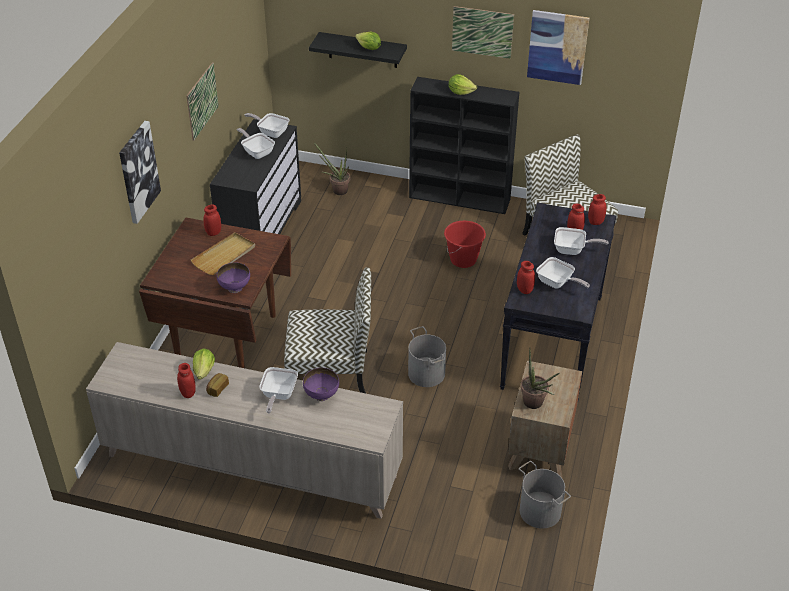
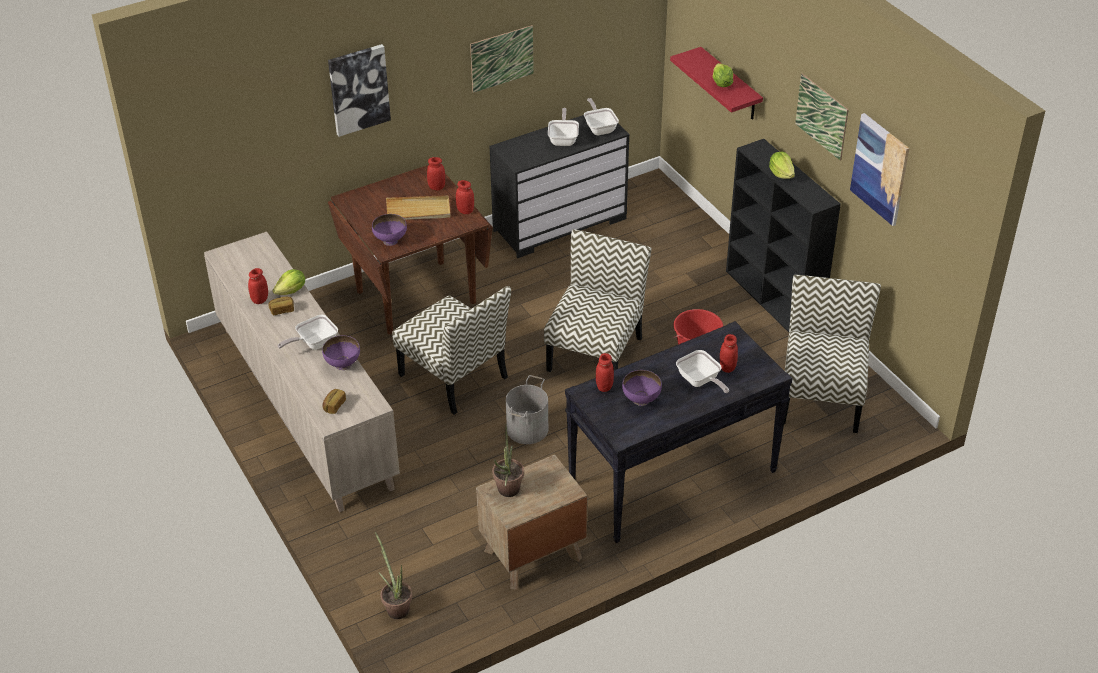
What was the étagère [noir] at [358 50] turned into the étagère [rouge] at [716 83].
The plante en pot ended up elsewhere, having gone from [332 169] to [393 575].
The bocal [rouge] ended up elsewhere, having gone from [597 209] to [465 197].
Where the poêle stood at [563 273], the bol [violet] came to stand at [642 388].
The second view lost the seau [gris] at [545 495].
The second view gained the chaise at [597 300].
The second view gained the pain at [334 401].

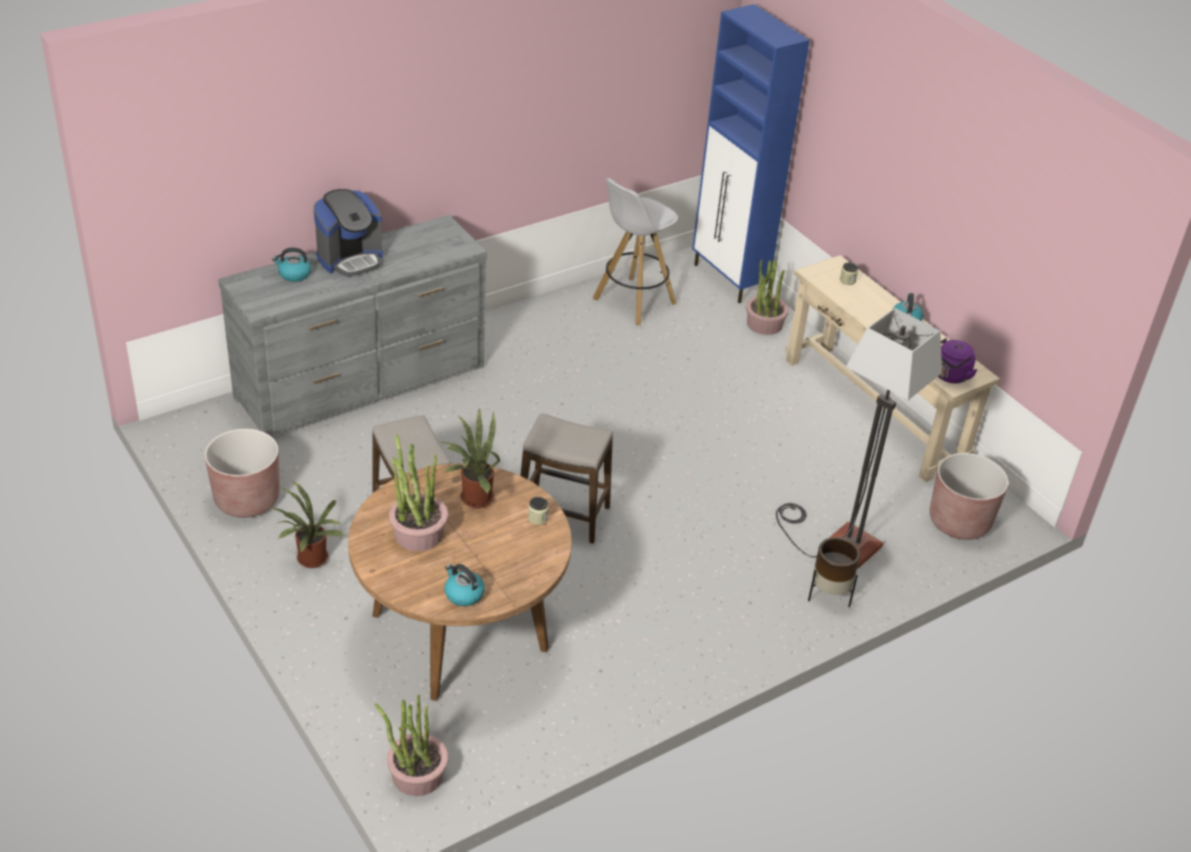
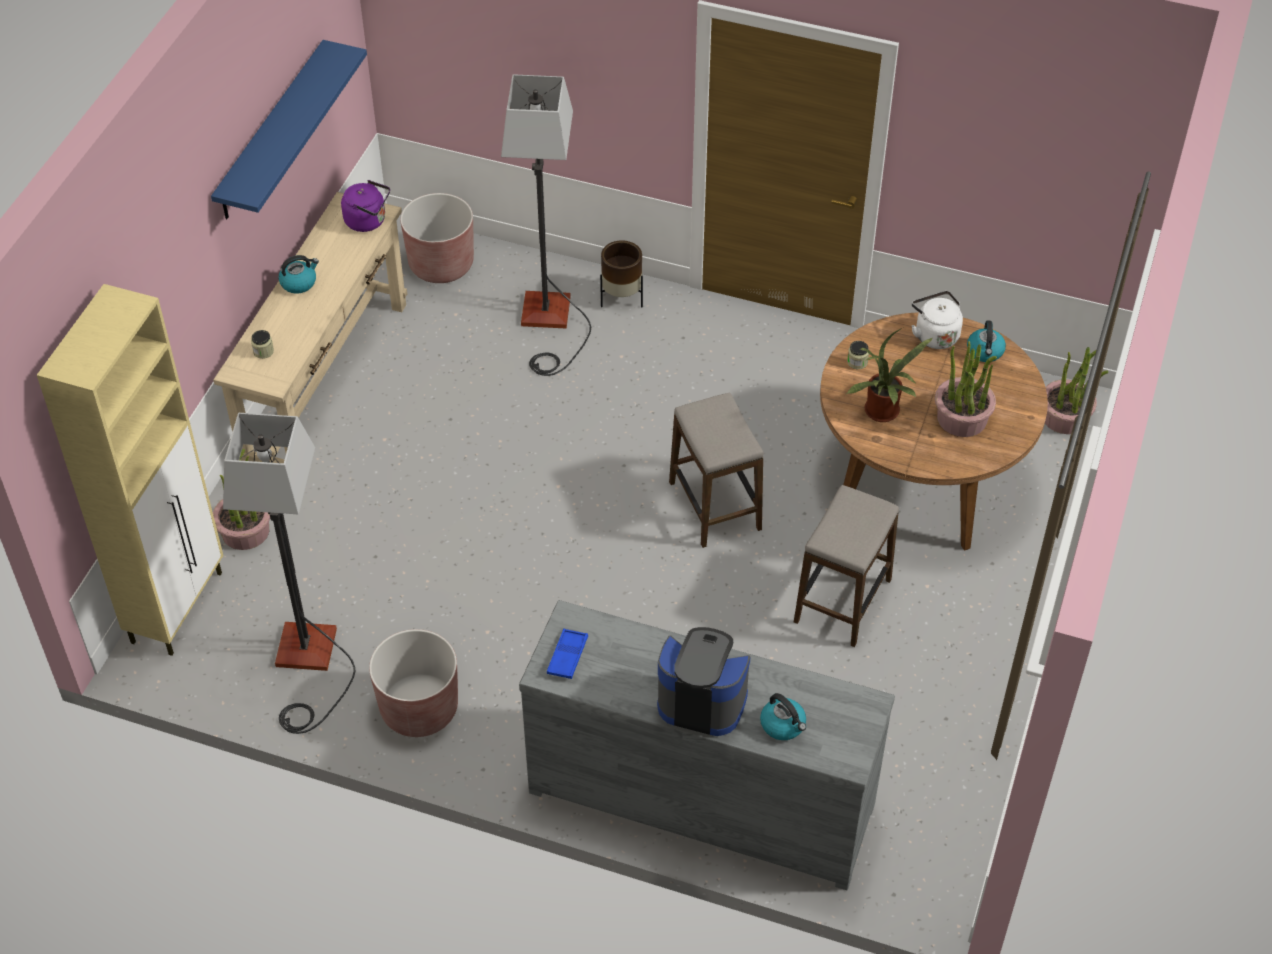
What was the meuble de rangement [bleu] at [751 153] turned into the meuble de rangement [beige] at [130 470].
Where the tabouret [blanc] stood at [635 252], the lampadaire came to stand at [289 573].
The cache-pot [marron] ended up elsewhere, having gone from [242 473] to [413 683].
The second view lost the plante en pot at [306 524].
The second view gained the étagère [bleu] at [289 129].
The second view gained the bouilloire [blanc] at [937 320].
The second view gained the plateau [bleu] at [567 654].

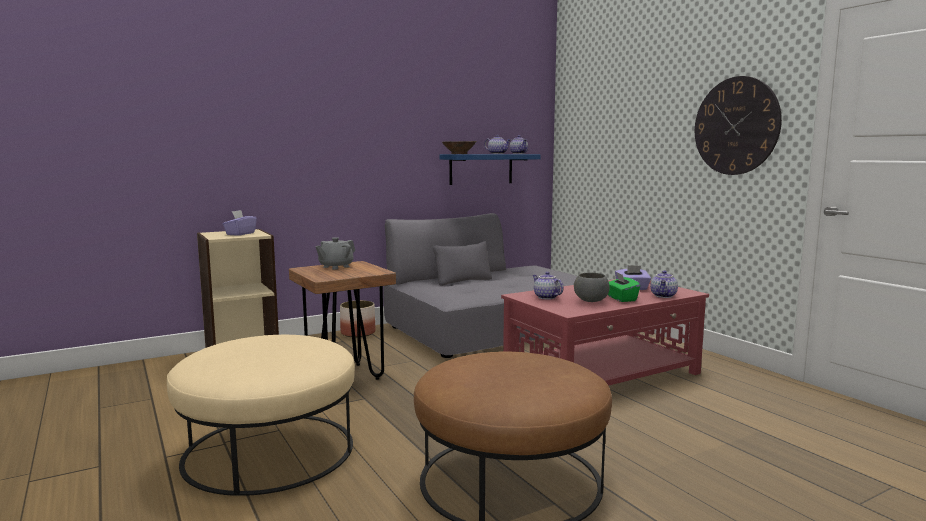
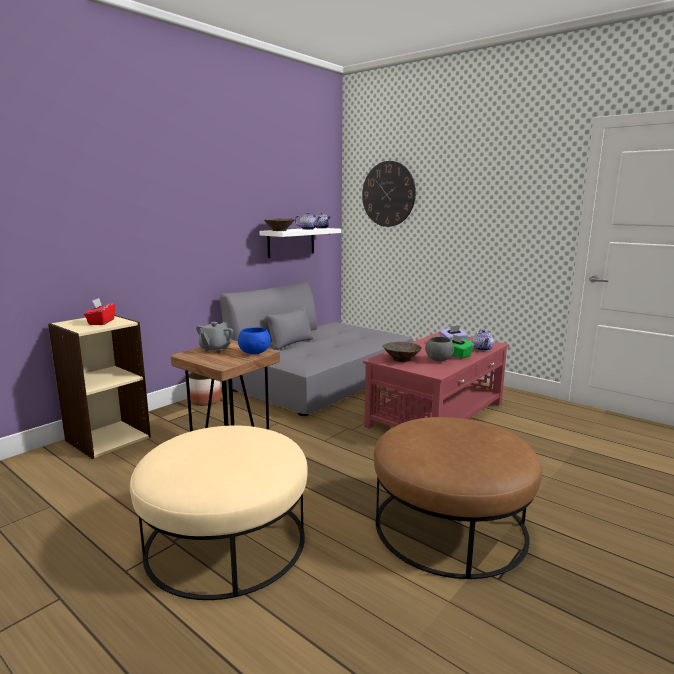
The horloge murale ended up elsewhere, having gone from [738 125] to [389 194].
What was the étagère [bleu] at [490 169] turned into the étagère [blanc] at [300 243].
What was the boîte à mouchoirs [violet] at [240 223] turned into the boîte à mouchoirs [rouge] at [99 311].
Where the théière stood at [548 285], the bol [marron] came to stand at [402 352].
The second view gained the bol [bleu] at [254 340].

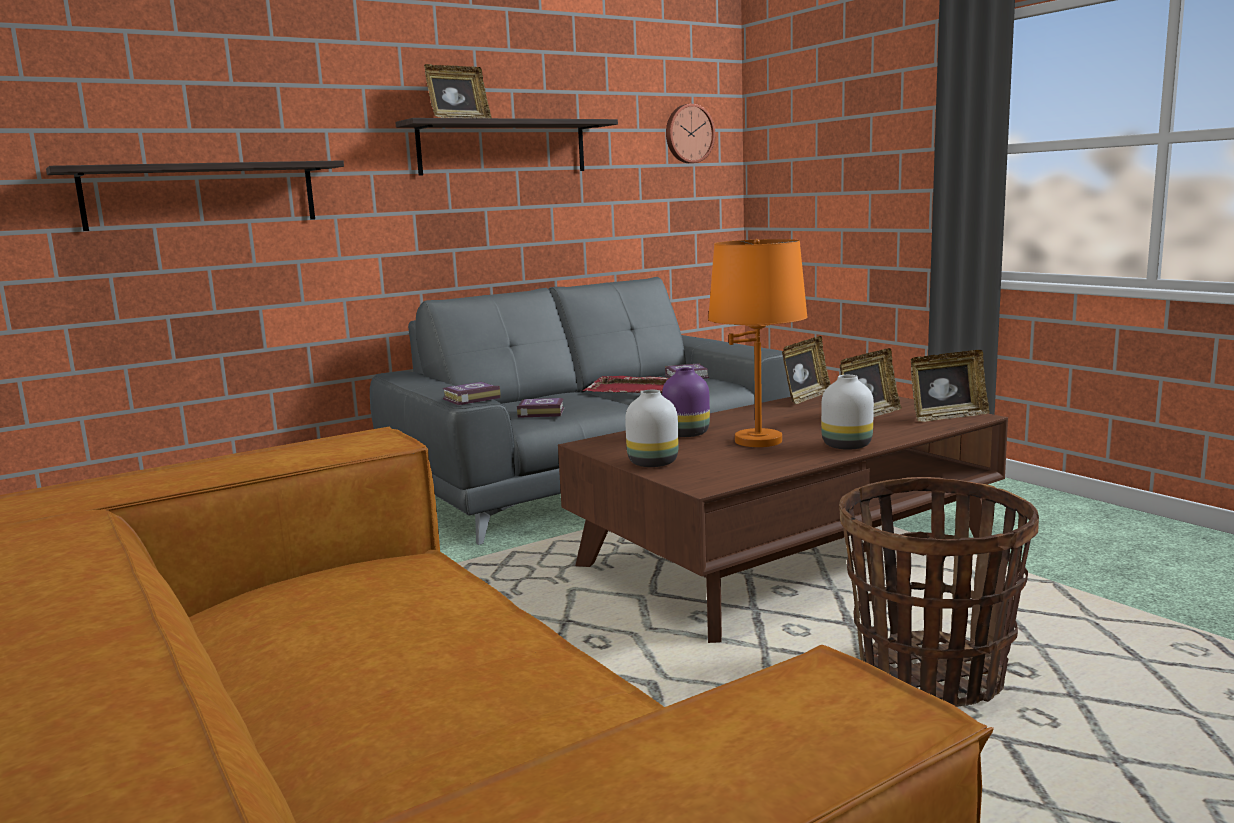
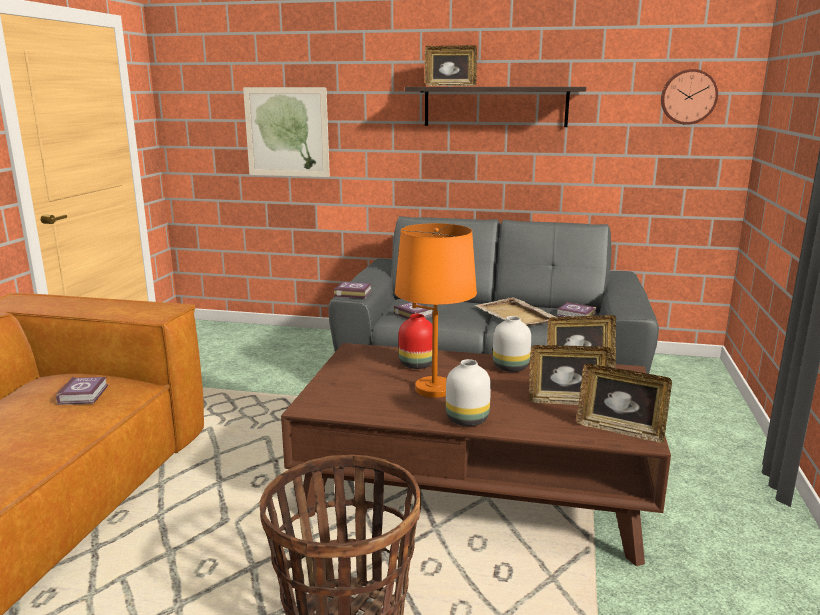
Where the étagère hung at [195 195], the tableau came to hang at [286 132].
What was the vase [violet] at [686 402] turned into the vase [rouge] at [415 341].
What was the plateau [rouge] at [626 384] turned into the plateau [beige] at [515 311].
The vase [blanc] ended up elsewhere, having gone from [651 428] to [512 344].
The second view gained the livre at [82 391].

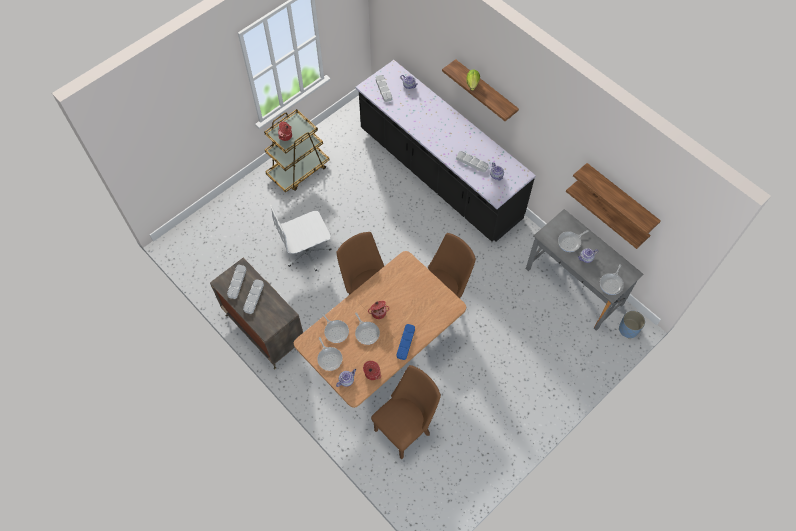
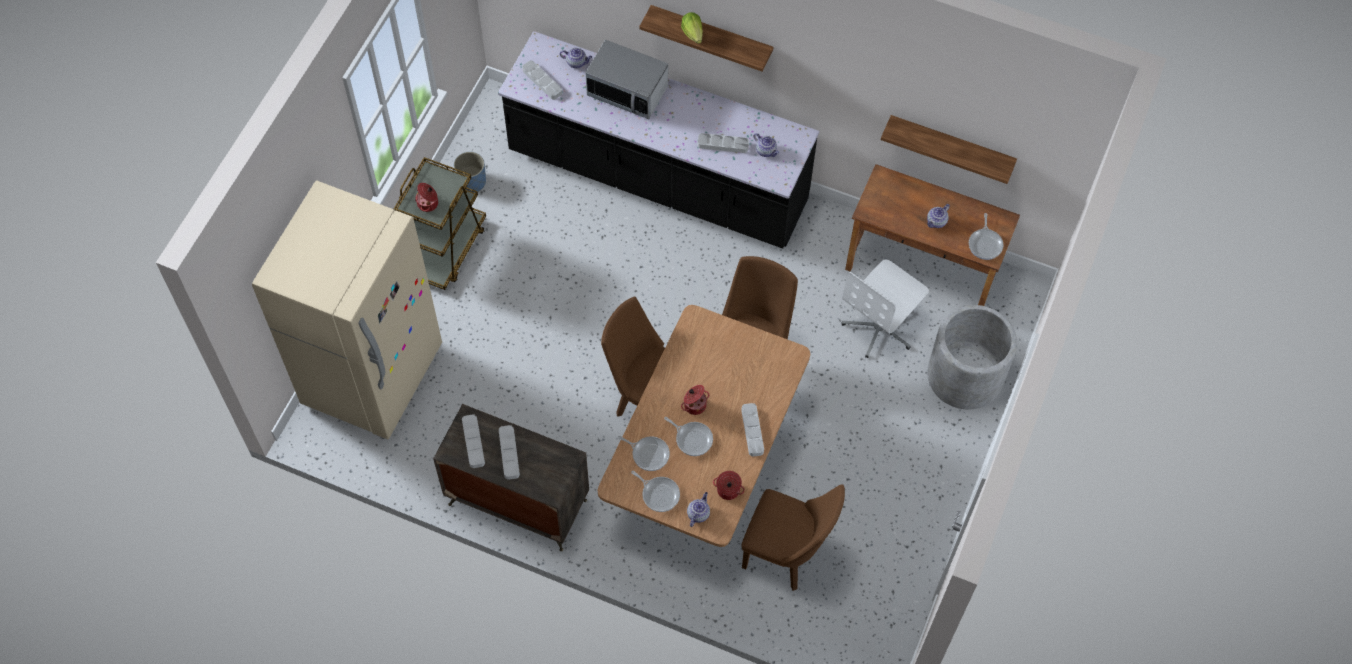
The second view lost the étagère at [617 199].
The chaise de bureau [blanc] ended up elsewhere, having gone from [301 238] to [885 308].
What was the bureau [gris] at [585 270] turned into the bureau [marron] at [932 235].
The second view lost the poêle at [573 241].
The cache-pot [bleu] ended up elsewhere, having gone from [632 325] to [470 172].
What was the plateau [bleu] at [406 342] turned into the plateau [gris] at [752 430].
The chaise [marron] at [406 412] ended up facing another way, 90 degrees clockwise from before.
The second view gained the micro-ondes at [626 79].
The second view gained the réfrigérateur [beige] at [347 309].
The second view gained the cache-pot [gris] at [972 357].

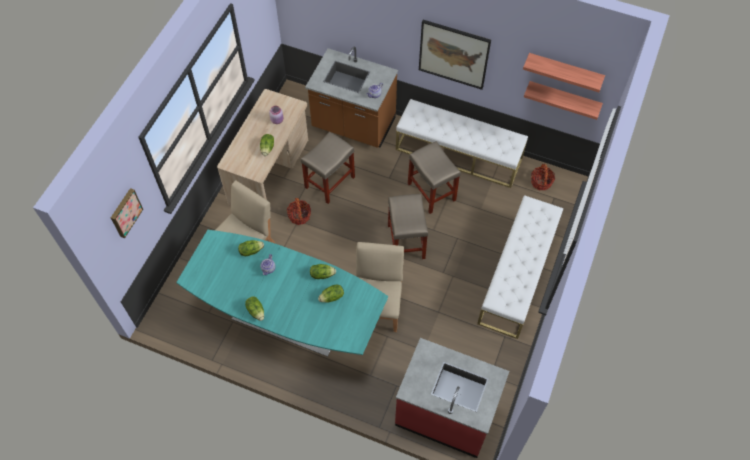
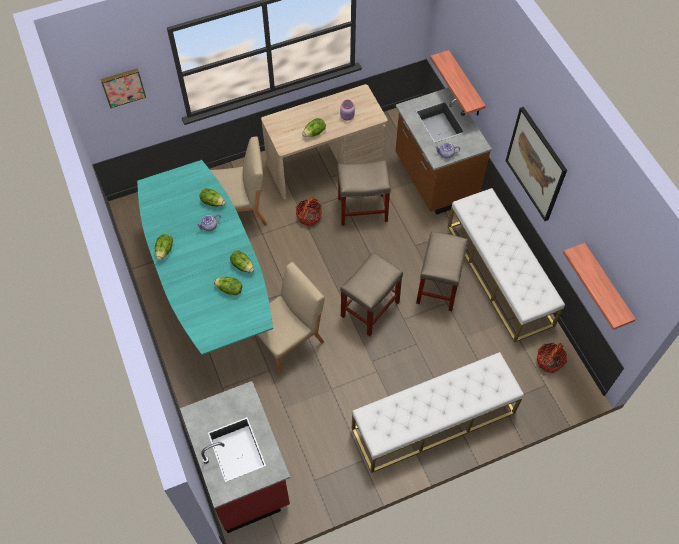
The étagère ended up elsewhere, having gone from [564 72] to [458 83].

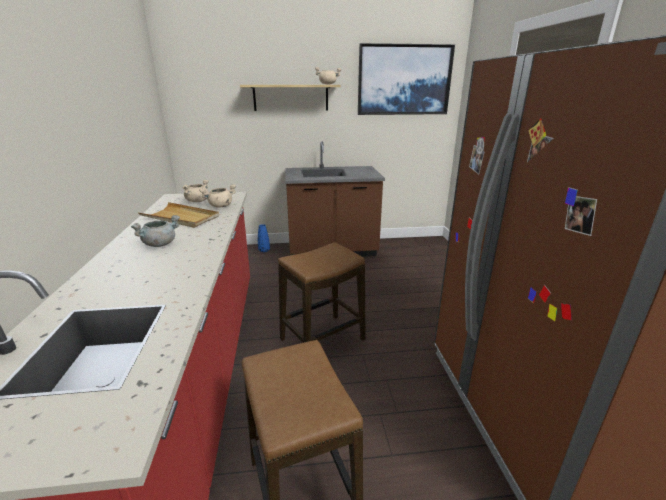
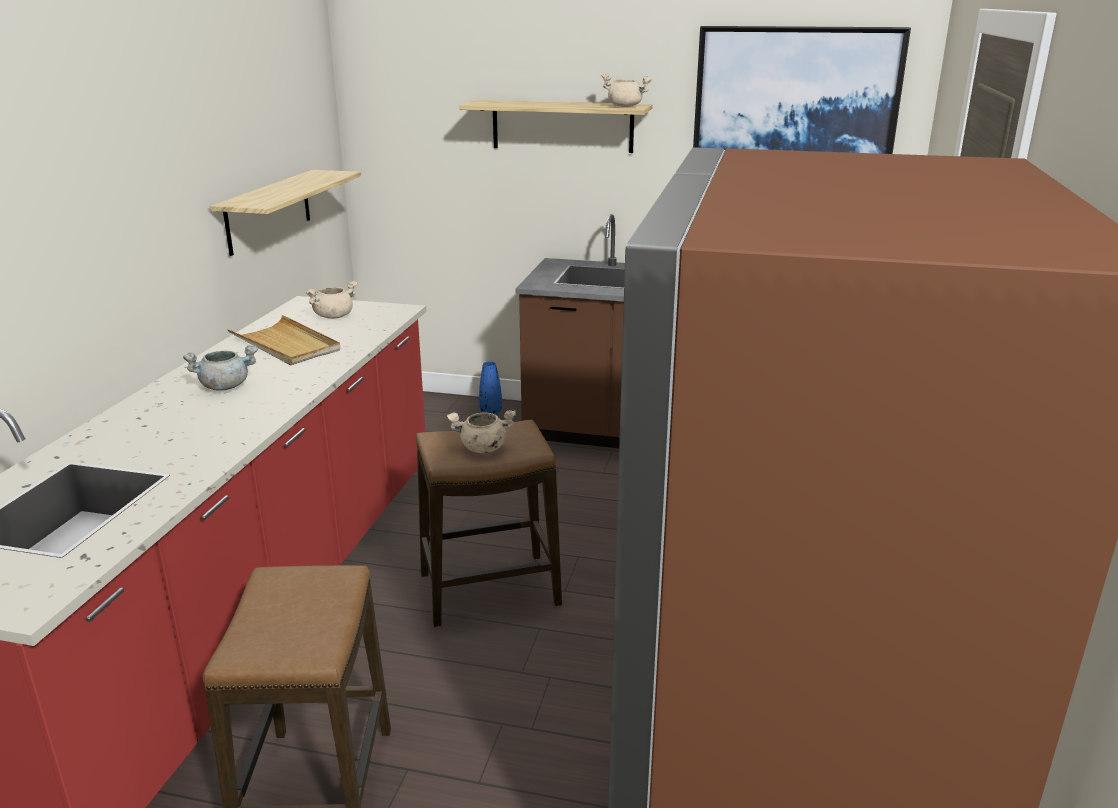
The marmite [beige] ended up elsewhere, having gone from [217 196] to [481 431].
The second view gained the étagère at [285 213].

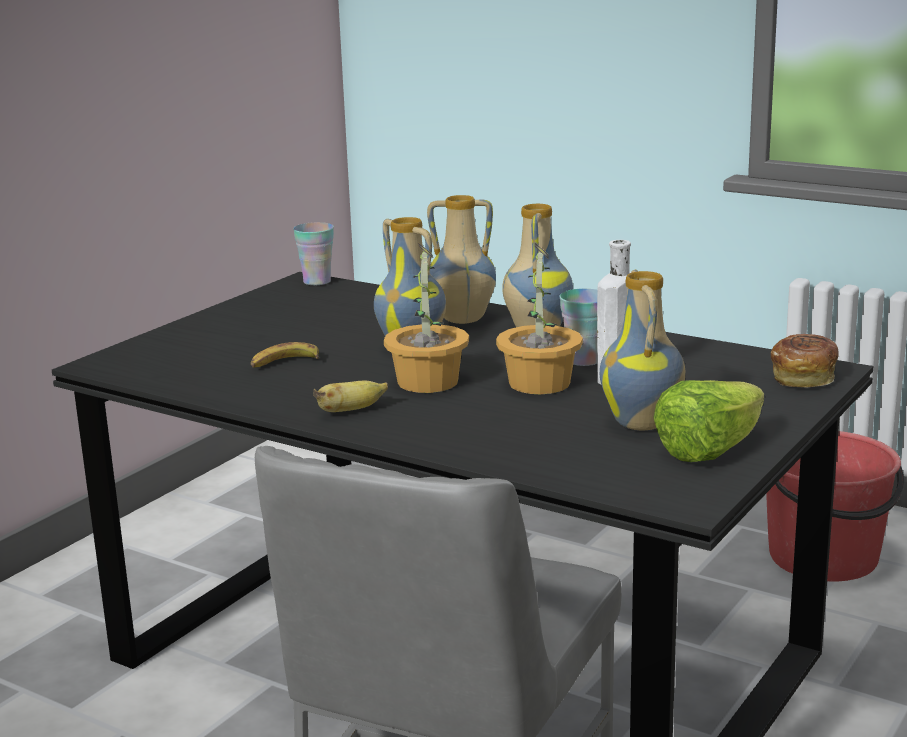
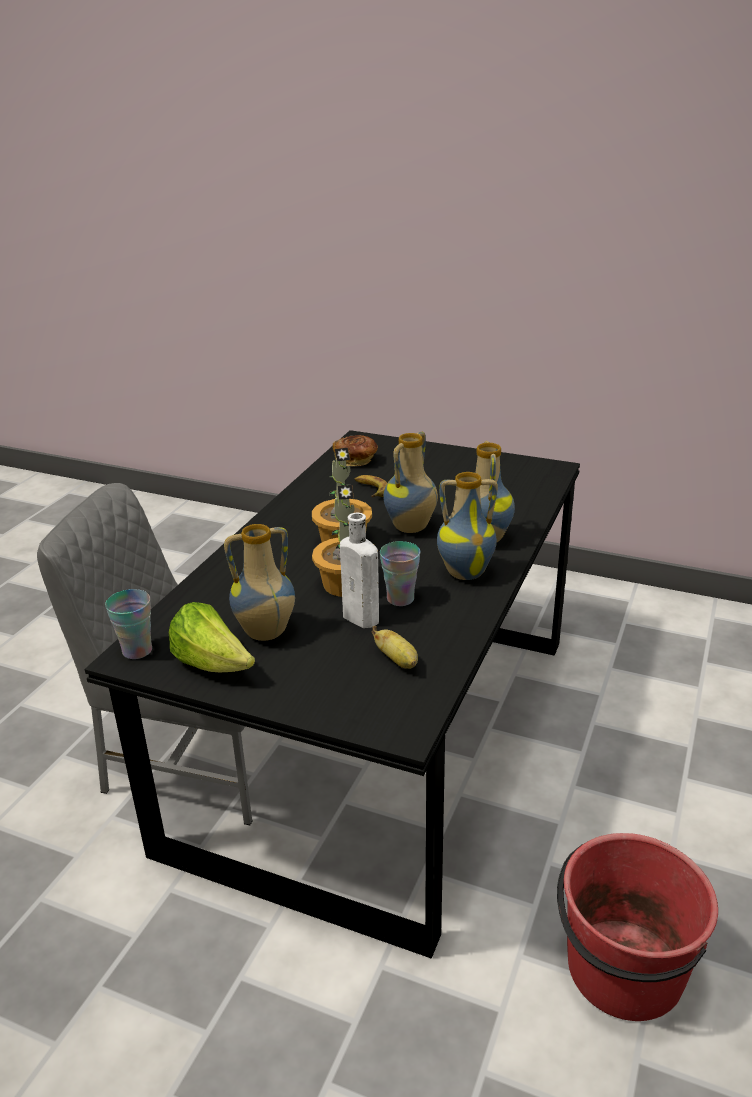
The tasse ended up elsewhere, having gone from [313 253] to [128 624].
The pain ended up elsewhere, having gone from [805 361] to [355 450].
The banane ended up elsewhere, having gone from [350 396] to [395 647].

